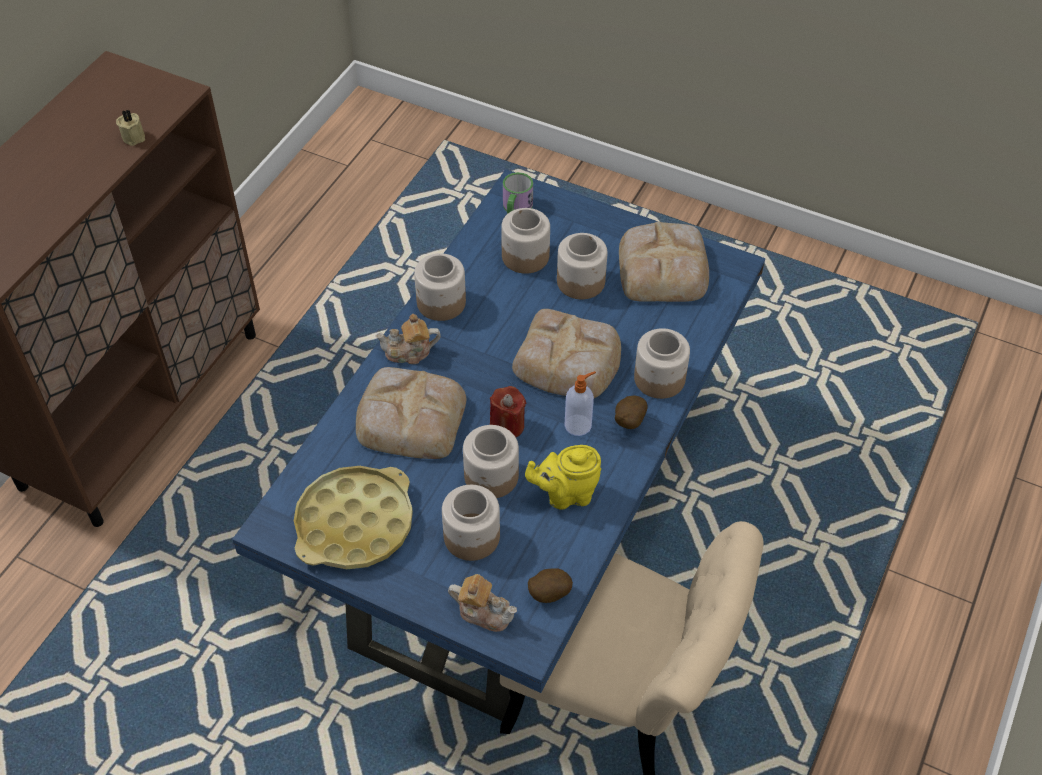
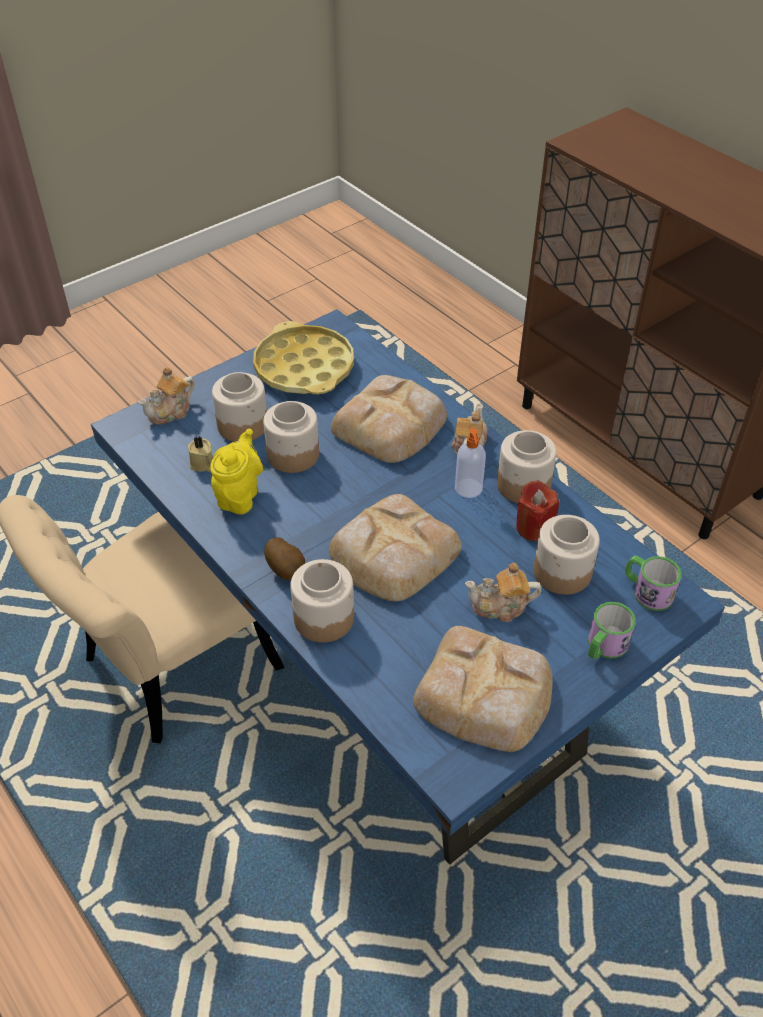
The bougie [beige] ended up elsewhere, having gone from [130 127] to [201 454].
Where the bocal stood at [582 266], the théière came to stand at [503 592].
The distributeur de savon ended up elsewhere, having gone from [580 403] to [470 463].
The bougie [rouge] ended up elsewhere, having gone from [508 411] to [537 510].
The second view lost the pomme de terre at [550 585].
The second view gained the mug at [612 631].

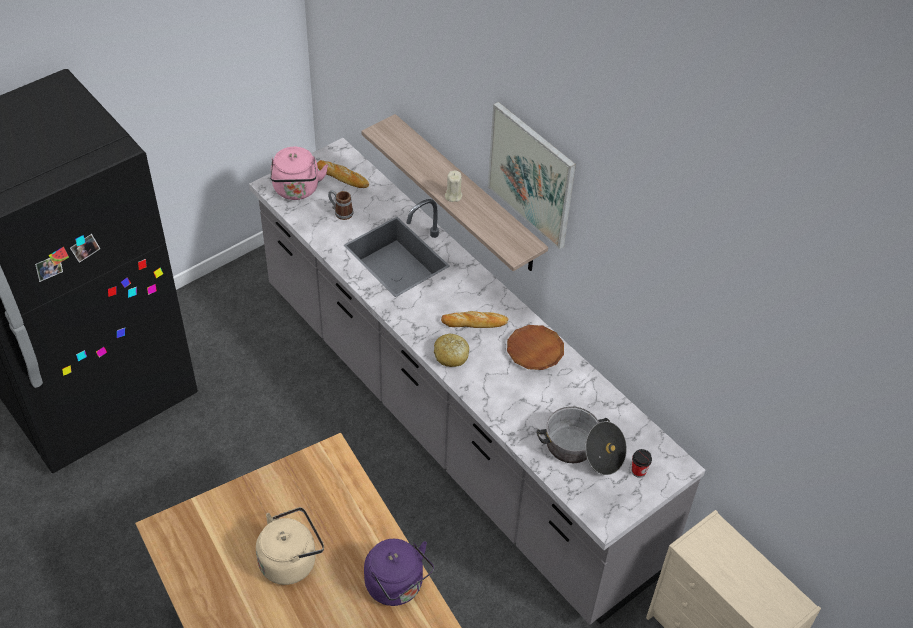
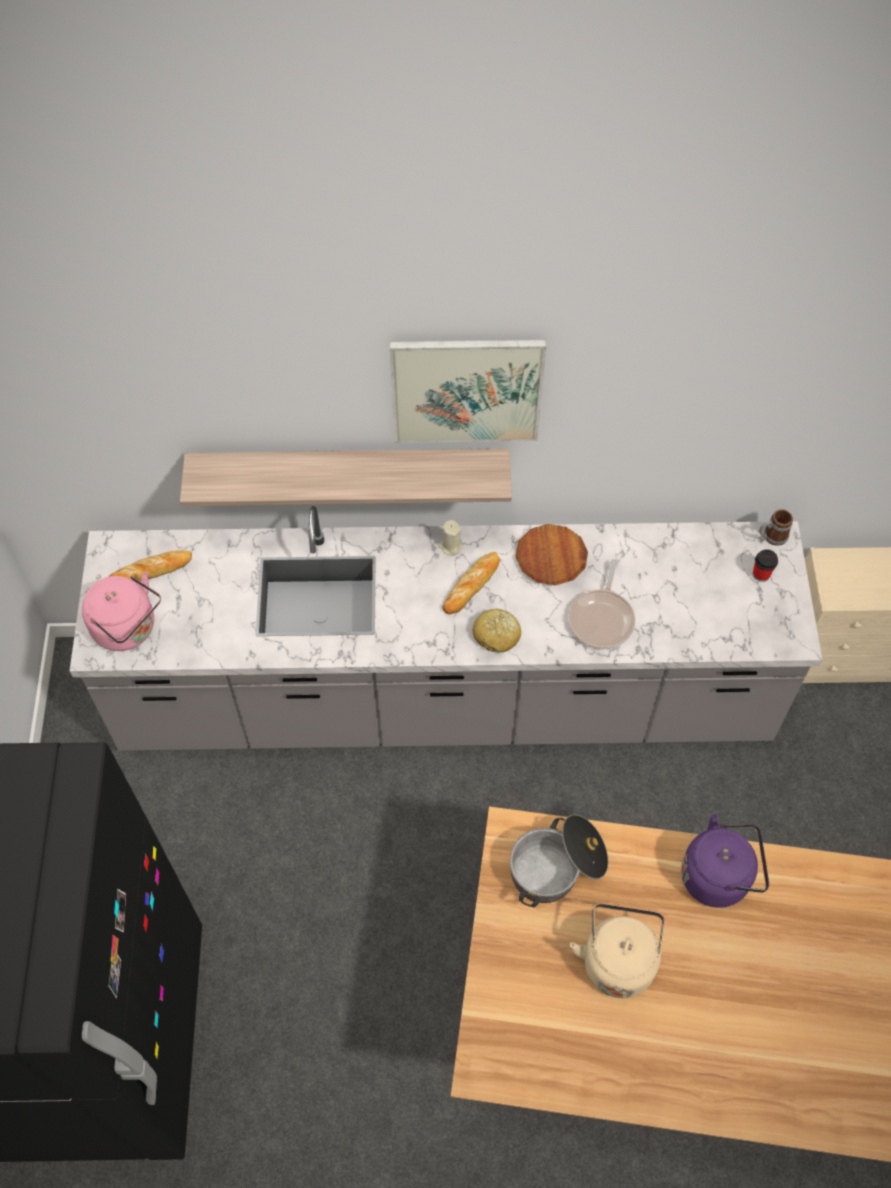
The bougie [beige] ended up elsewhere, having gone from [453 186] to [450 538].
The mug ended up elsewhere, having gone from [340 205] to [776 527].
The marmite ended up elsewhere, having gone from [581 440] to [559 860].
The second view gained the poêle at [601 604].

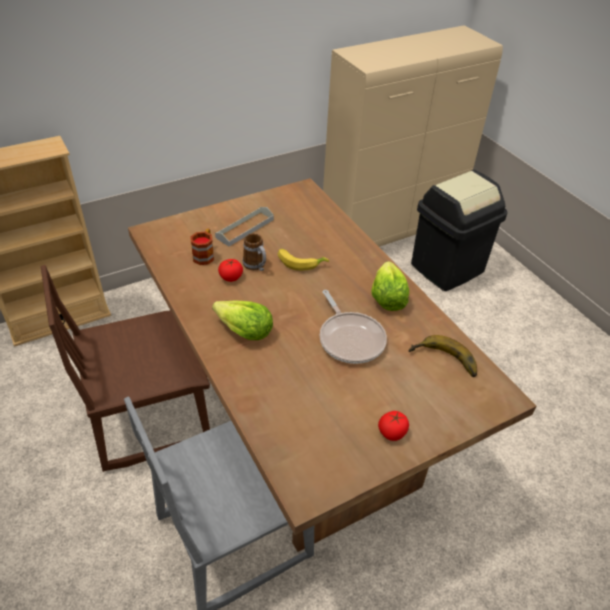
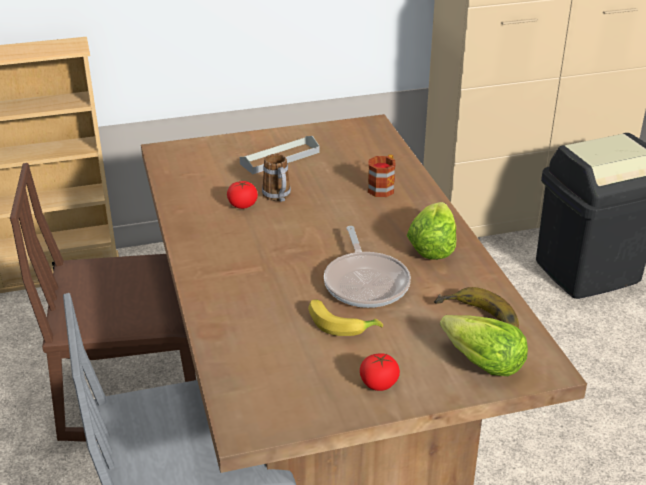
The mug ended up elsewhere, having gone from [202 247] to [381 175].
The banane ended up elsewhere, having gone from [303 260] to [345 317].
The laitue ended up elsewhere, having gone from [242 320] to [484 345].

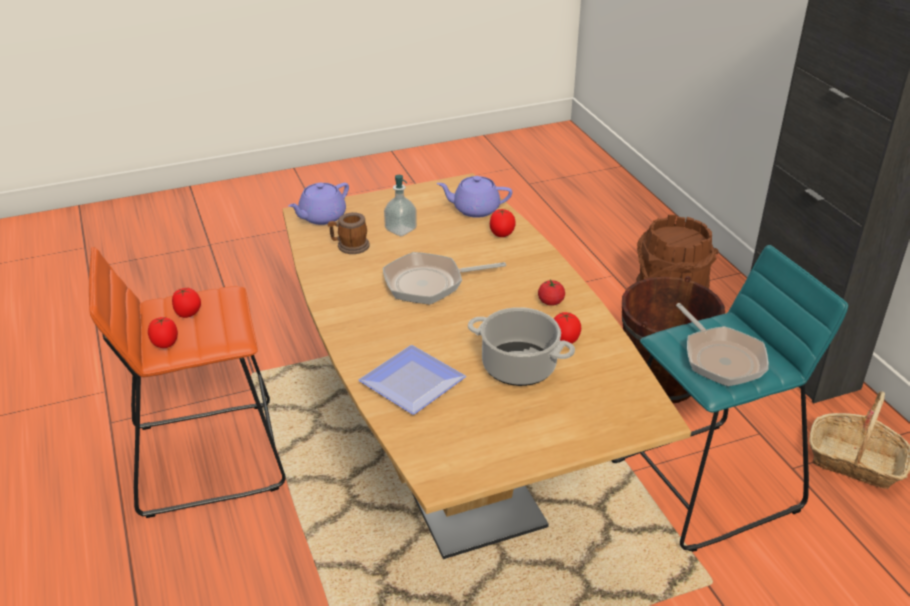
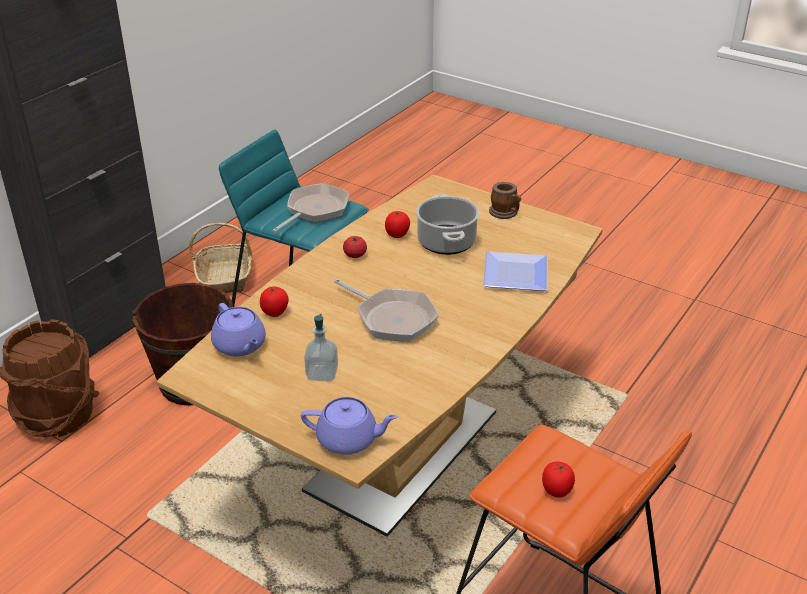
The mug ended up elsewhere, having gone from [349 233] to [505 200].
The second view lost the tomate at [163 332].

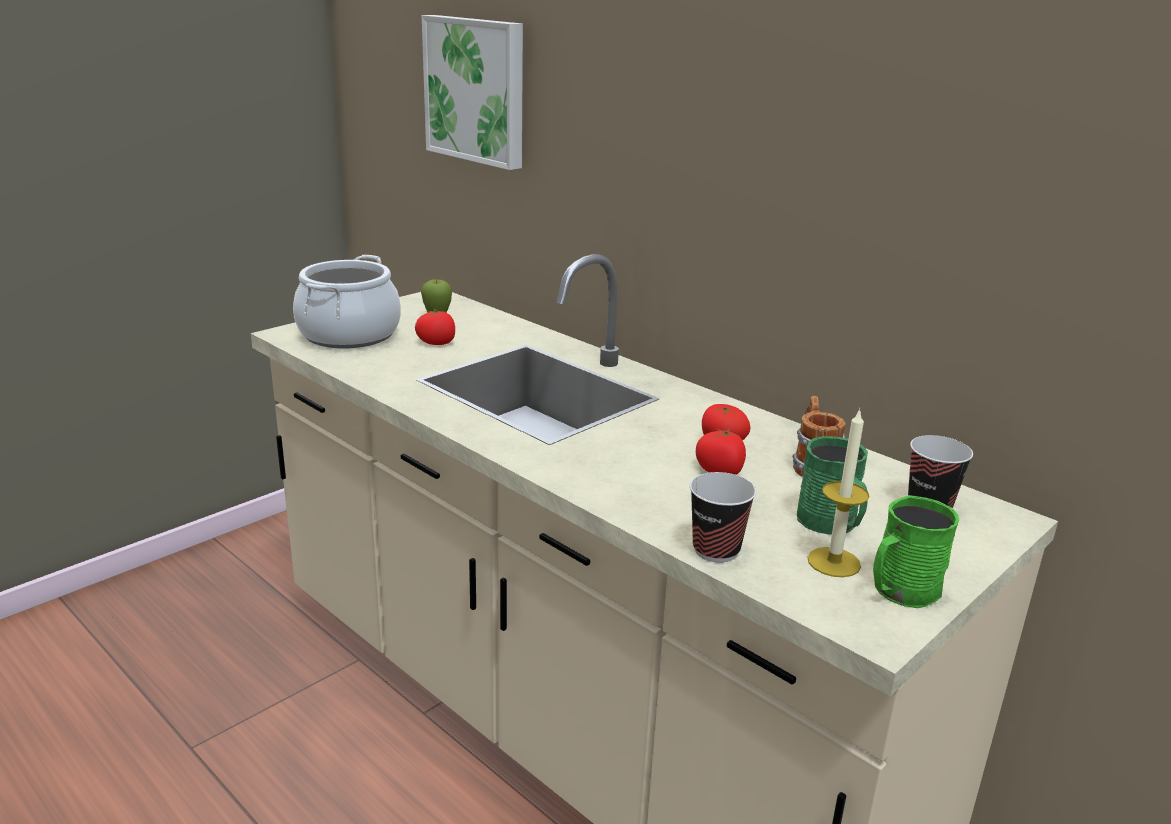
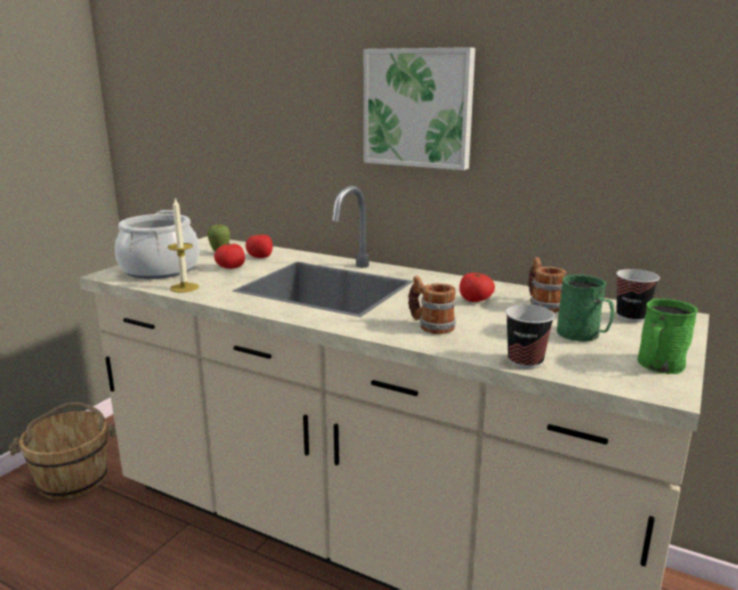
The tableau ended up elsewhere, having gone from [472 92] to [419 108].
The bougie ended up elsewhere, having gone from [838 492] to [183 246].
The tomate ended up elsewhere, having gone from [721 451] to [259 245].
The second view gained the mug at [432 305].
The second view gained the seau [marron] at [62 451].

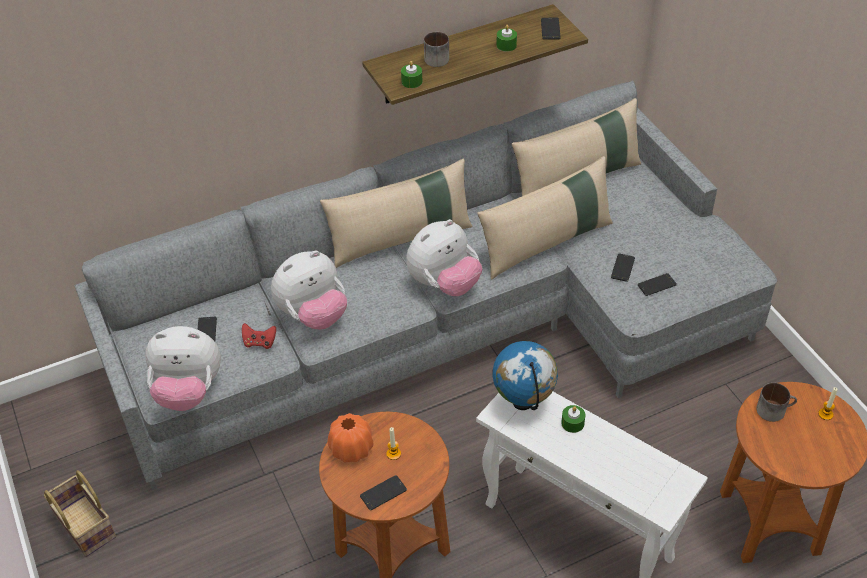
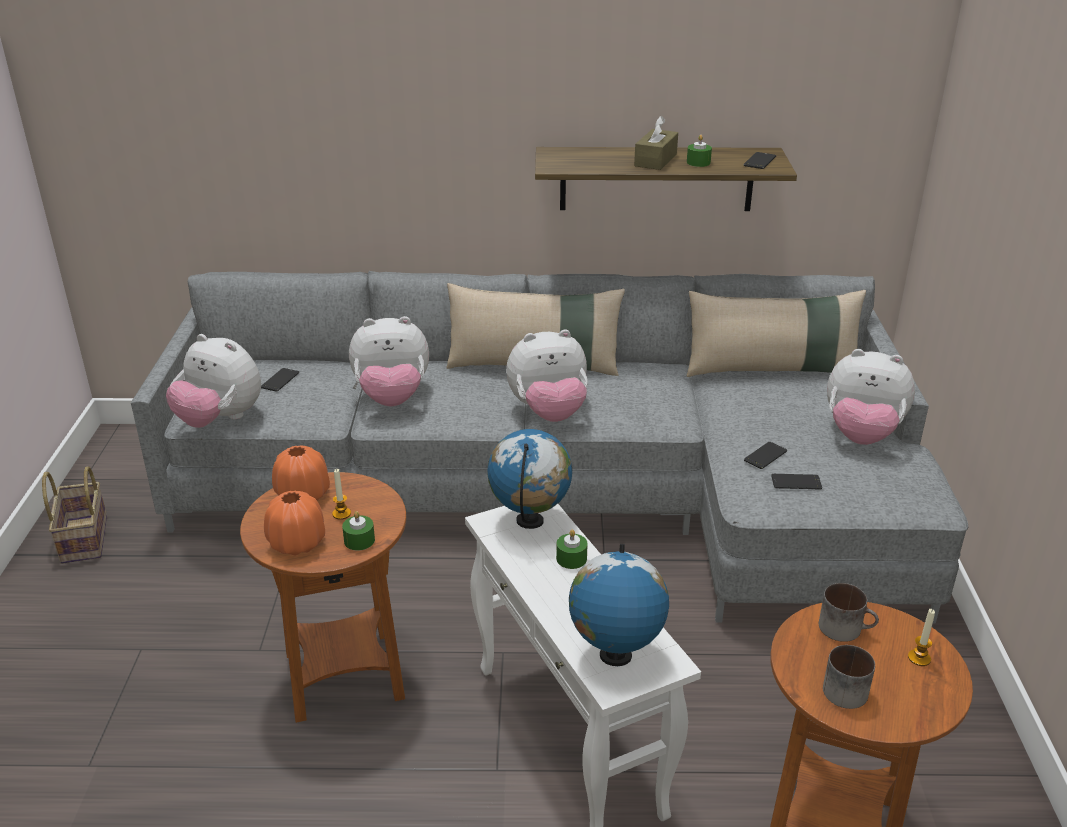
The mug ended up elsewhere, having gone from [436 49] to [849 677].
The bougie [vert] ended up elsewhere, having gone from [412 74] to [358 531].
The second view lost the coussin [beige] at [545 217].
The second view lost the manette [rouge] at [259 336].
Where the téléphone stood at [383 492], the vase [orange] came to stand at [294 523].
The second view gained the boîte à mouchoirs [marron] at [656 143].
The second view gained the peluche at [871 397].
The second view gained the globe at [619 605].

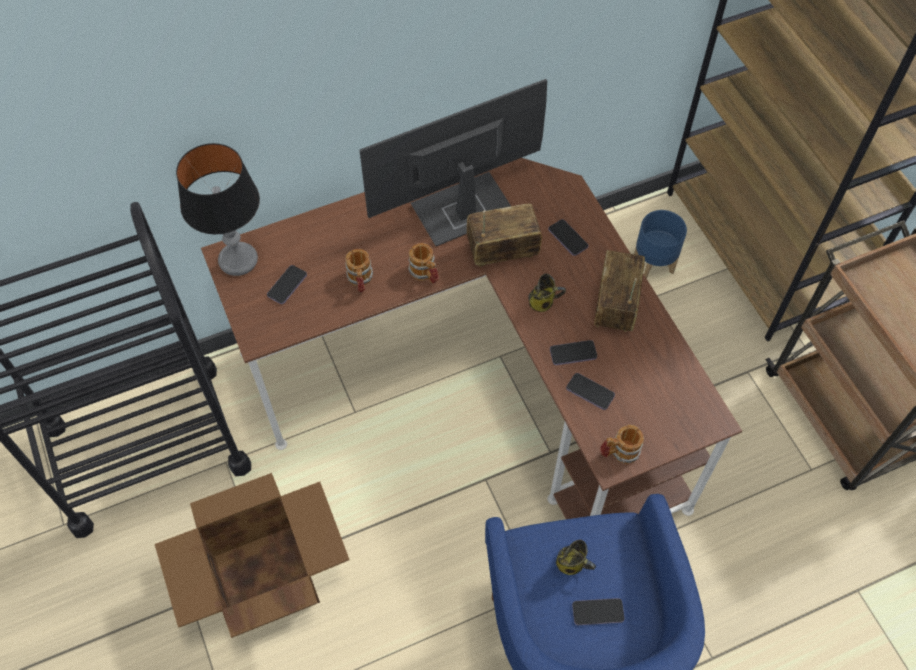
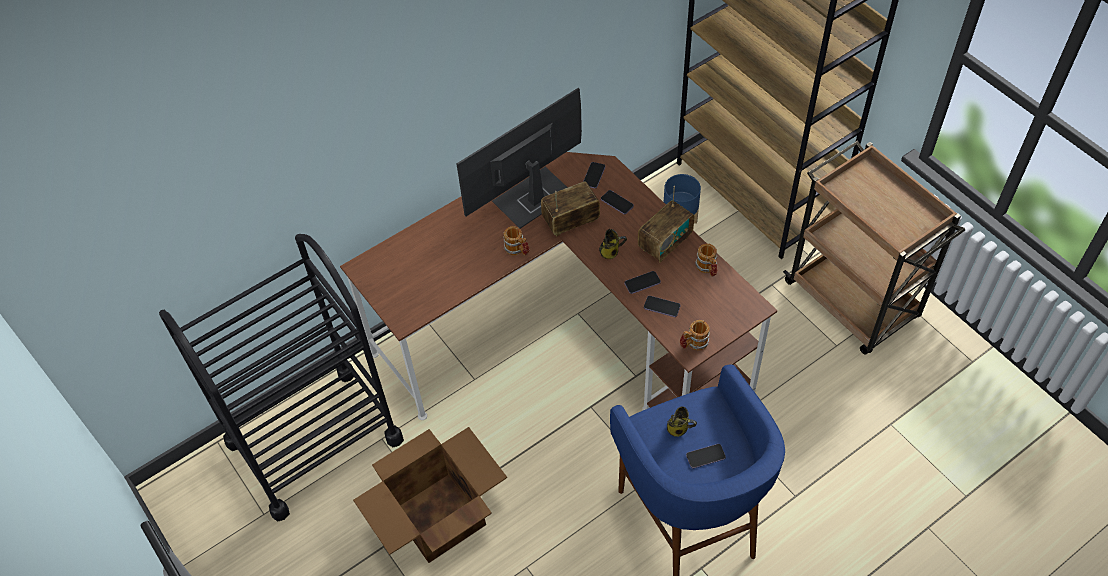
The second view lost the lampe de table at [218 209].
The mug ended up elsewhere, having gone from [359 270] to [706 260].
The radio at [619 291] ended up facing another way, 135 degrees counterclockwise from before.
The téléphone ended up elsewhere, having gone from [287 284] to [594 175].

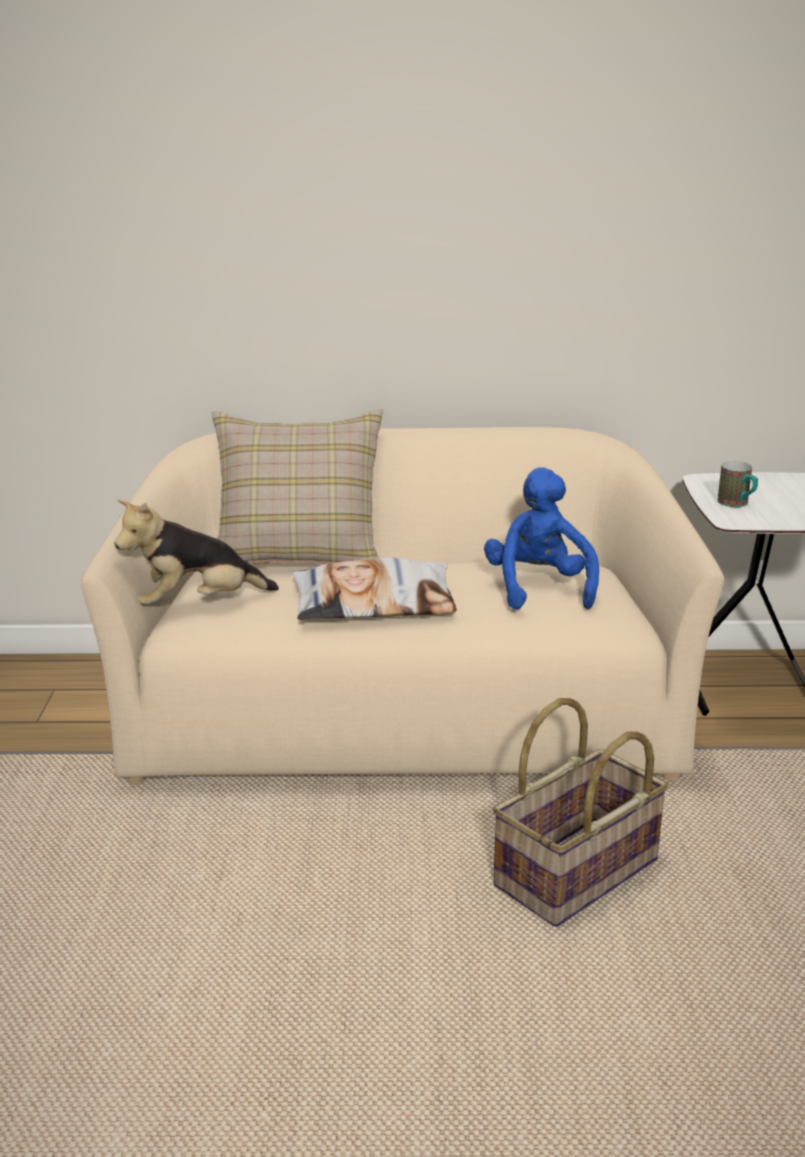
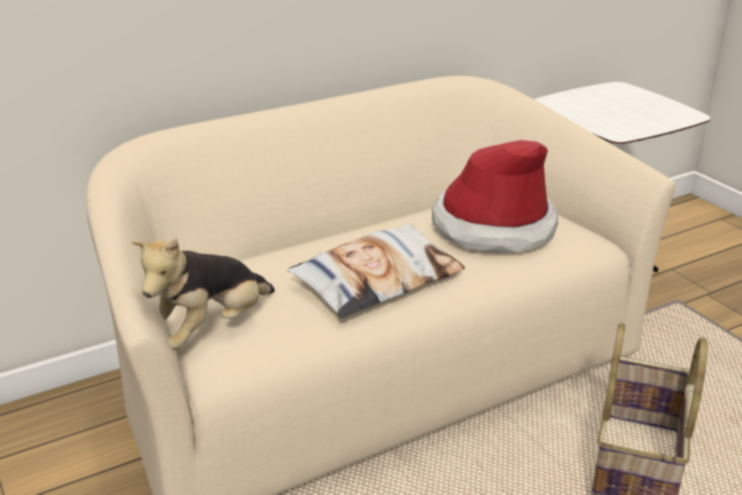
The second view lost the coussin [beige] at [297 486].
The second view lost the mug at [737 484].
Where the peluche [bleu] stood at [541 538], the chapeau came to stand at [495 196].

